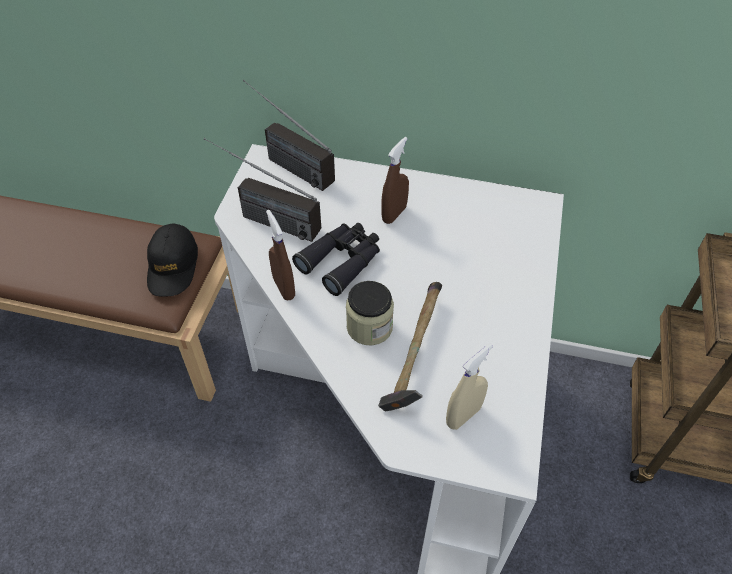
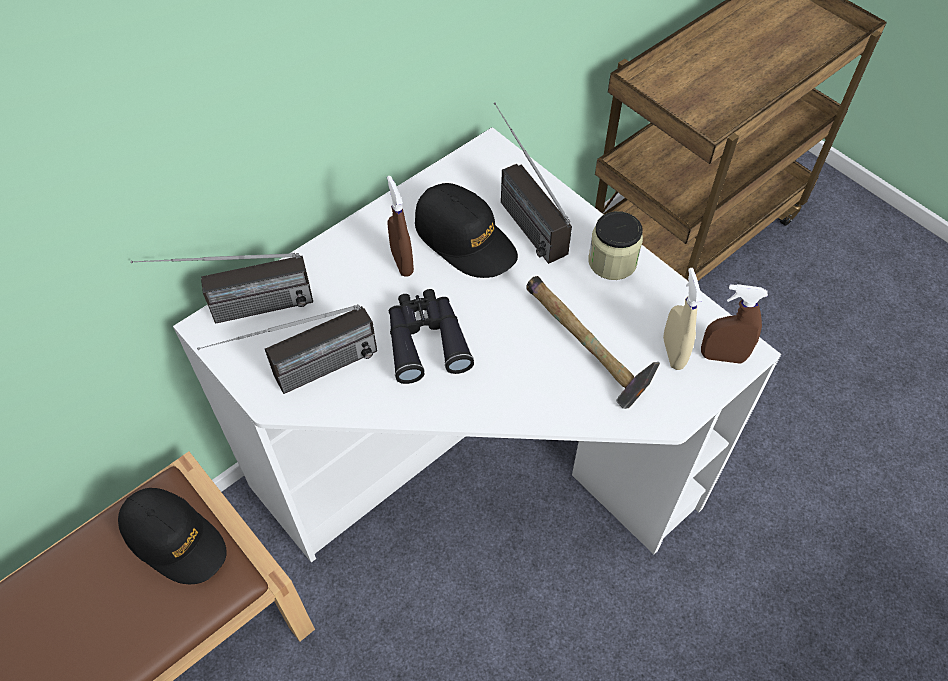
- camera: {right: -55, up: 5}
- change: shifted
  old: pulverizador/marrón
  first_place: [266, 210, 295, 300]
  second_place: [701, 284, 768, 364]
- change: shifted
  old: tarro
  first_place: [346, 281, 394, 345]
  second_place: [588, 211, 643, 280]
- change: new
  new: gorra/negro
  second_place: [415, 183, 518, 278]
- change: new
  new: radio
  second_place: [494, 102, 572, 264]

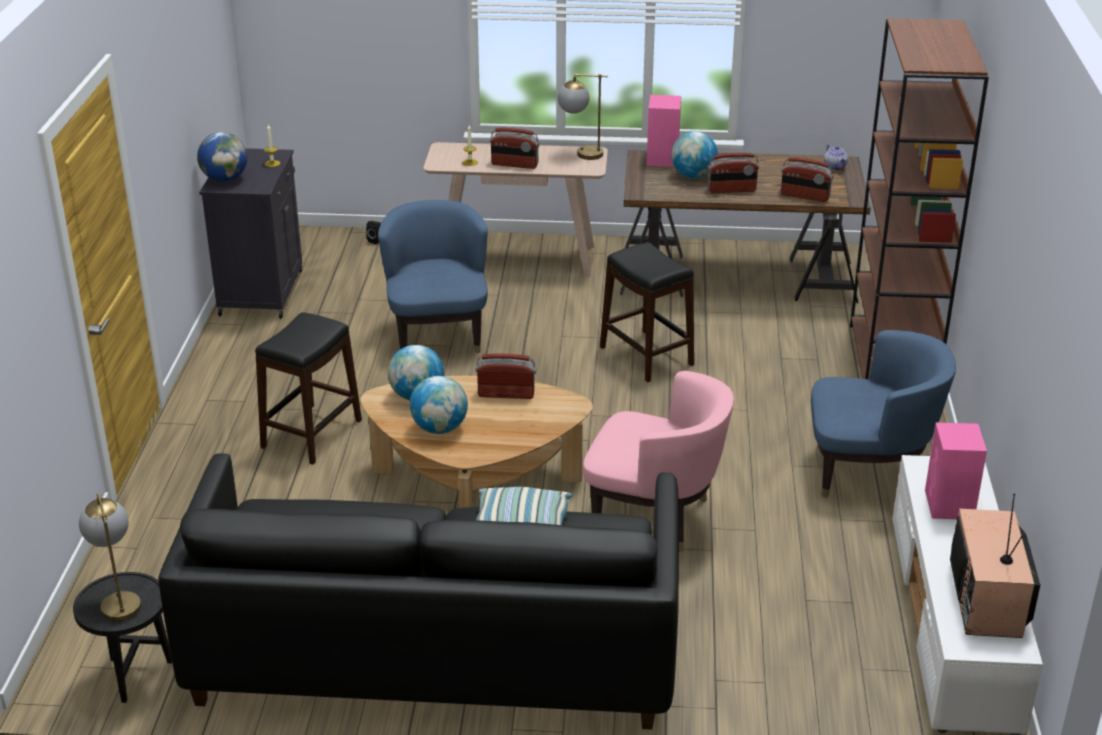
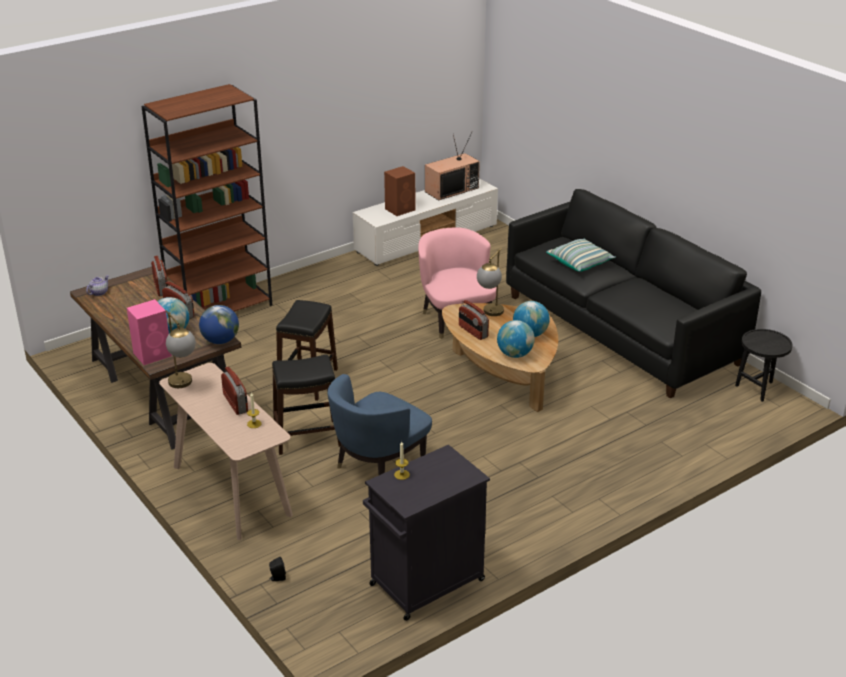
- camera: {right: -130, up: 0}
- change: shifted
  old: lámpara de mesa
  first_place: [79, 493, 141, 622]
  second_place: [477, 248, 504, 316]
- change: shifted
  old: globo terráqueo
  first_place: [197, 132, 247, 182]
  second_place: [199, 305, 239, 344]
- change: shifted
  old: taburete/negro
  first_place: [255, 312, 362, 465]
  second_place: [272, 355, 341, 455]
- change: gone
  old: sillón/azul
  first_place: [811, 330, 956, 498]
- change: repainted
  old: altavoz/rosa
  new: altavoz/marrón
  first_place: [925, 422, 987, 519]
  second_place: [384, 166, 415, 216]

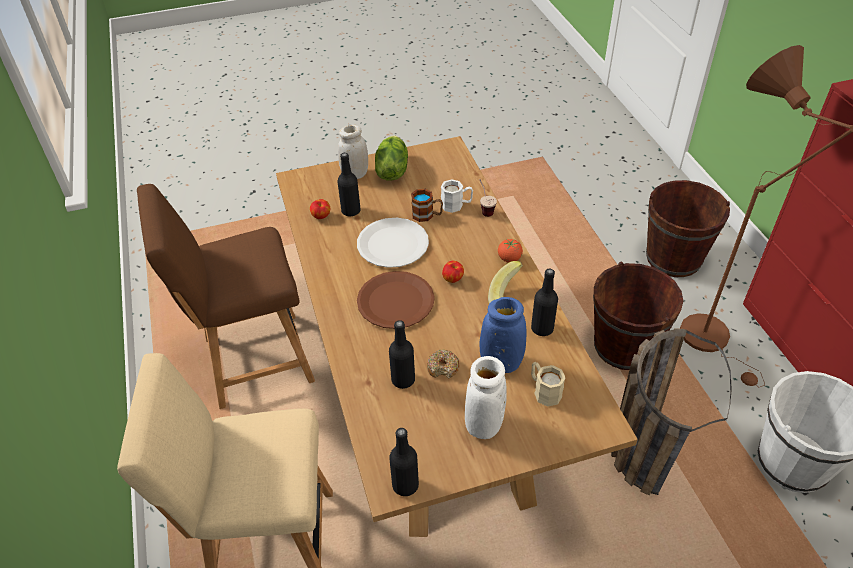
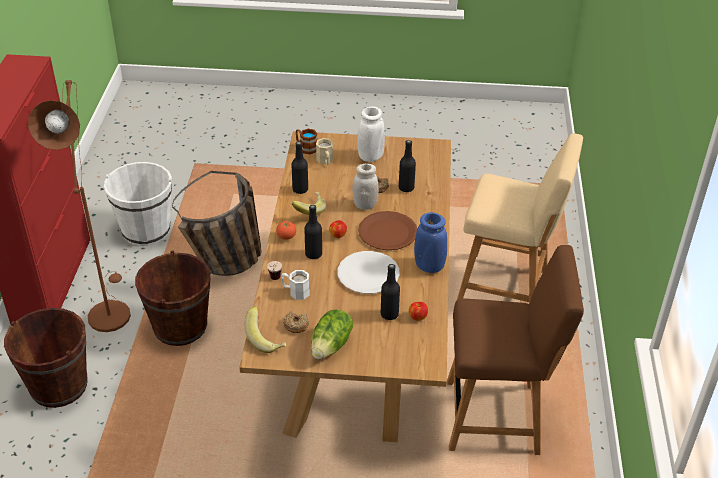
- camera: {right: -160, up: -5}
- change: shifted
  old: tarro/blanco
  first_place: [338, 125, 368, 179]
  second_place: [352, 164, 379, 210]
- change: shifted
  old: botella/negro
  first_place: [389, 428, 419, 496]
  second_place: [304, 205, 322, 259]
- change: shifted
  old: taza grande
  first_place: [411, 189, 443, 222]
  second_place: [296, 129, 317, 154]
- change: shifted
  old: florero/azul
  first_place: [480, 297, 526, 373]
  second_place: [414, 212, 447, 273]
- change: new
  new: plátano
  second_place: [245, 306, 286, 353]
- change: new
  new: rosquilla
  second_place: [283, 311, 309, 333]

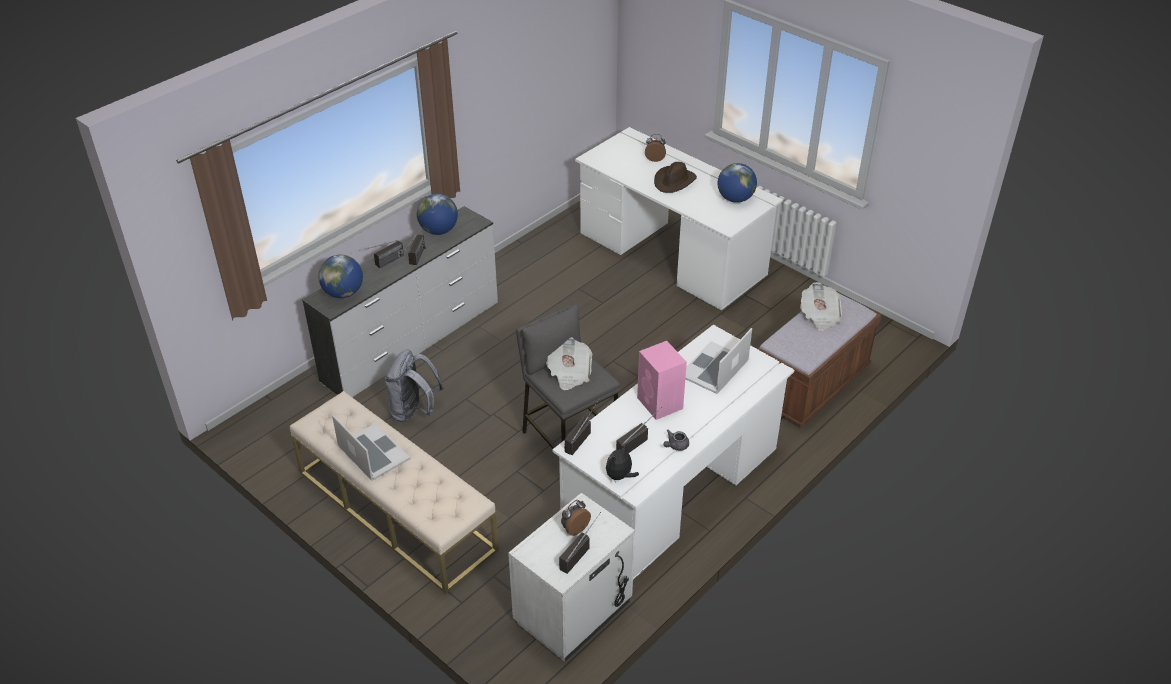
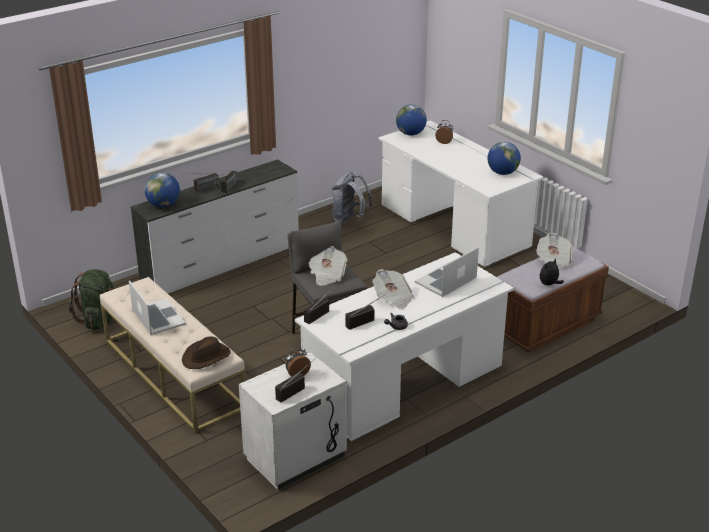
- camera: {right: 10, up: -10}
- change: shifted
  old: mochila/gris
  first_place: [384, 349, 444, 422]
  second_place: [332, 172, 373, 225]
- change: shifted
  old: globo terráqueo
  first_place: [417, 194, 458, 235]
  second_place: [396, 105, 427, 135]
- change: shifted
  old: peluche
  first_place: [606, 444, 639, 480]
  second_place: [539, 258, 564, 285]
- change: swapped
  old: altavoz/rosa
  new: periódico
  first_place: [637, 341, 687, 420]
  second_place: [372, 269, 414, 310]
- change: shifted
  old: sombrero/marrón
  first_place: [654, 162, 697, 193]
  second_place: [182, 336, 231, 369]
- change: new
  new: mochila/verde
  second_place: [69, 269, 114, 330]

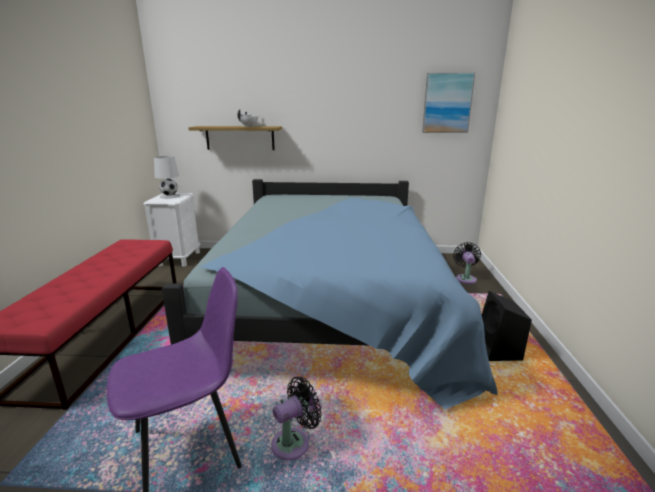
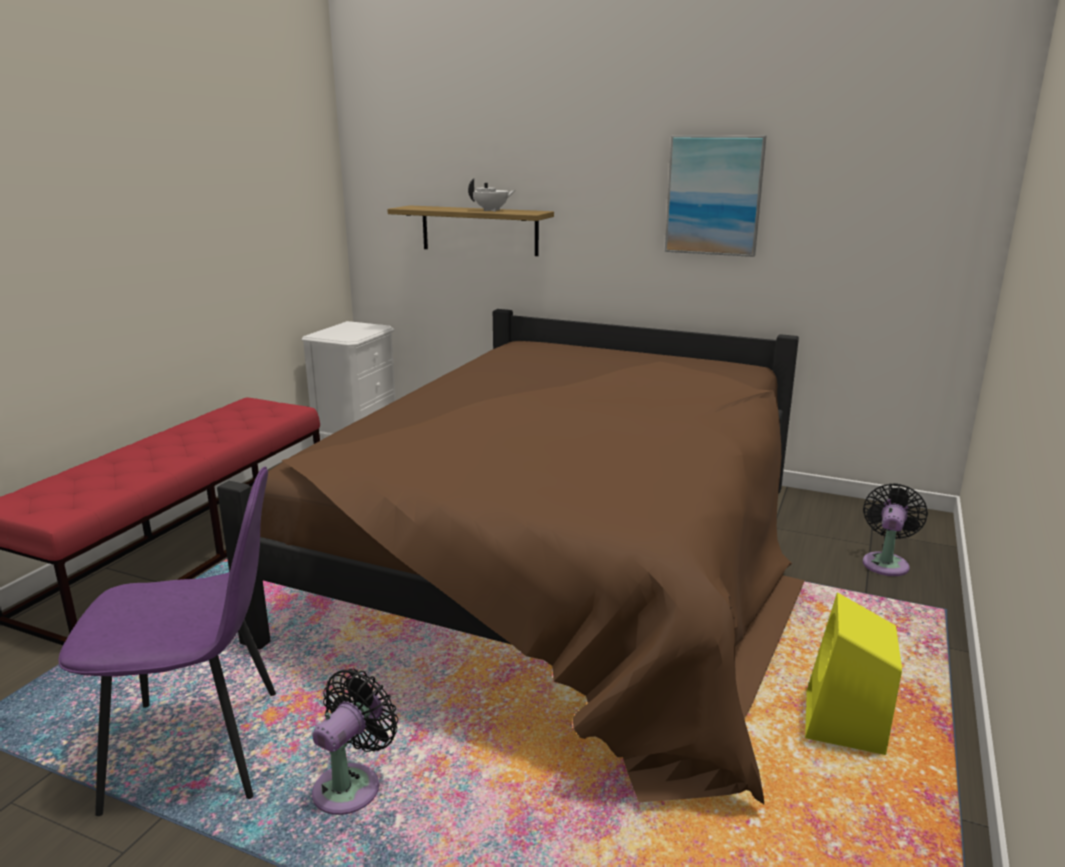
- camera: {right: 20, up: 0}
- change: gone
  old: lámpara de mesa/blanco
  first_place: [154, 156, 180, 199]
- change: repainted
  old: cama/azul
  new: cama/marrón
  first_place: [162, 179, 497, 409]
  second_place: [217, 309, 805, 804]
- change: rotated
  old: ventilador/negro
  first_place: [271, 376, 322, 460]
  second_place: [312, 669, 398, 815]
  degrees: -45
- change: shifted
  old: cuadro
  first_place: [422, 72, 475, 133]
  second_place: [665, 135, 767, 257]
- change: repainted
  old: altavoz/negro
  new: altavoz/amarillo
  first_place: [482, 291, 532, 361]
  second_place: [805, 592, 902, 755]

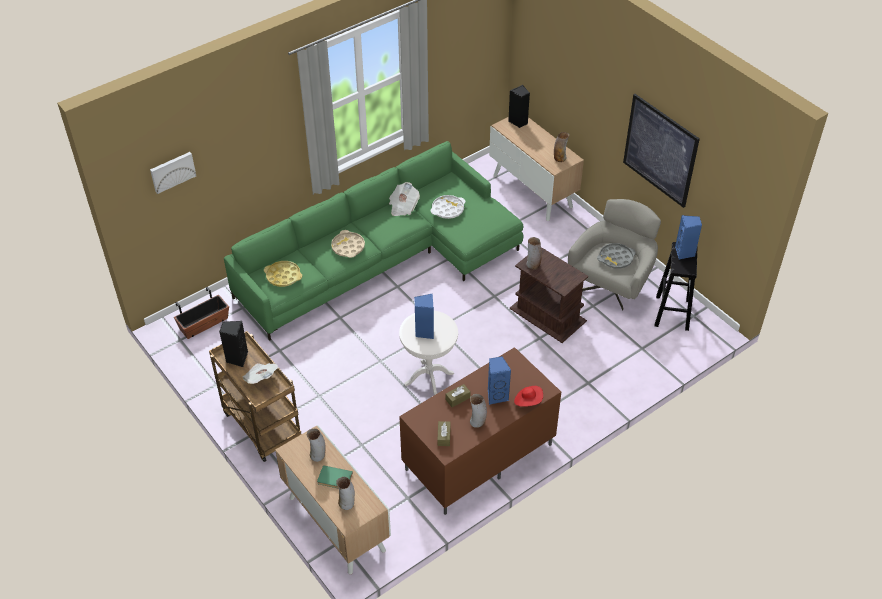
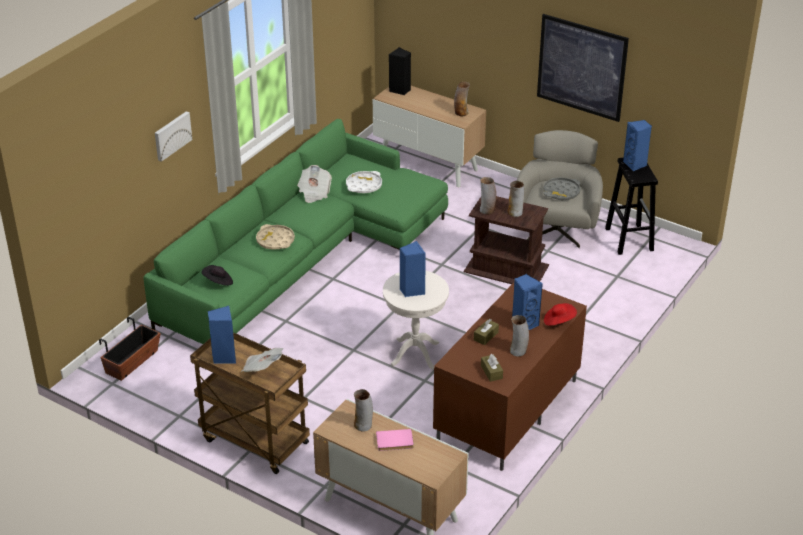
- camera: {right: -20, up: -10}
- change: shifted
  old: cuadro
  first_place: [150, 152, 196, 194]
  second_place: [155, 111, 192, 162]
- change: repainted
  old: altavoz/negro
  new: altavoz/azul
  first_place: [219, 321, 248, 367]
  second_place: [208, 306, 236, 364]
- change: swapped
  old: bandeja/amarillo
  new: sombrero/negro
  first_place: [264, 261, 302, 287]
  second_place: [201, 265, 233, 286]
- change: repainted
  old: libro/verde
  new: libro/rosa
  first_place: [317, 465, 353, 488]
  second_place: [376, 429, 414, 451]
- change: shifted
  old: florero
  first_place: [336, 477, 355, 510]
  second_place: [507, 181, 524, 217]

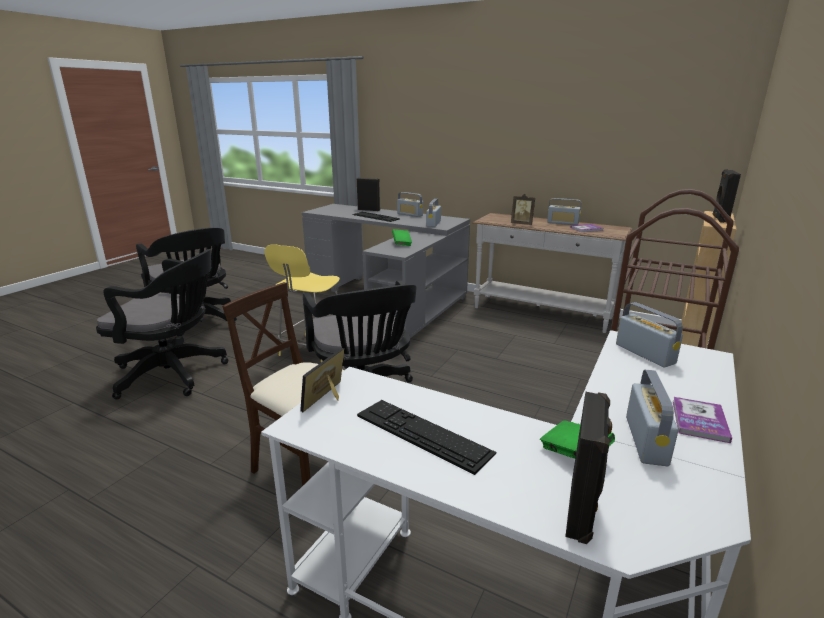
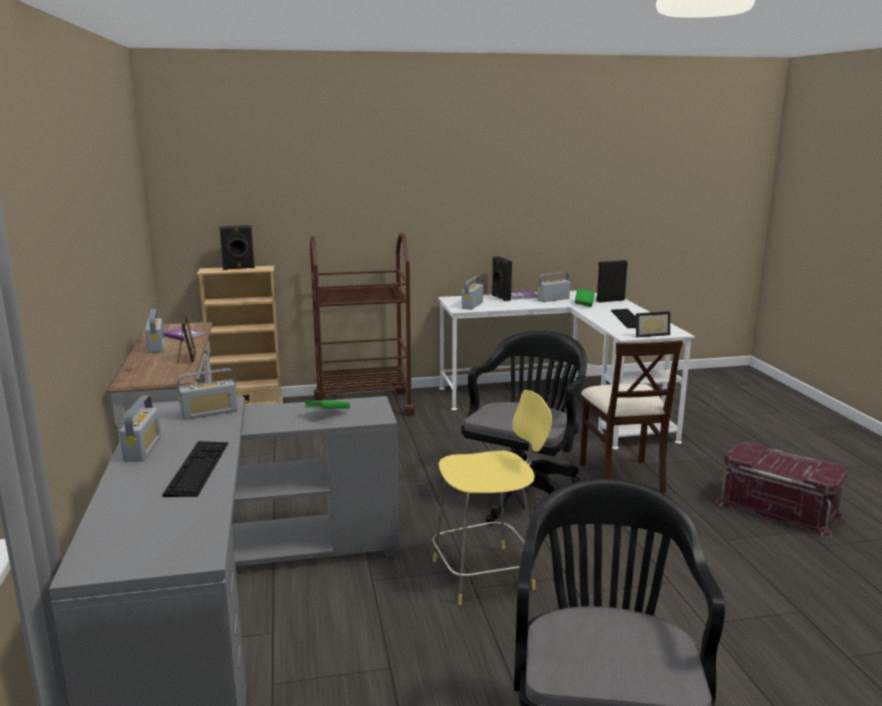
- camera: {right: -130, up: -5}
- change: gone
  old: silla de oficina/negro
  first_place: [96, 249, 228, 400]
- change: shifted
  old: altavoz/negro
  first_place: [357, 178, 380, 211]
  second_place: [492, 257, 512, 301]
- change: new
  new: caja de almacenaje/rojo
  second_place: [716, 442, 848, 538]

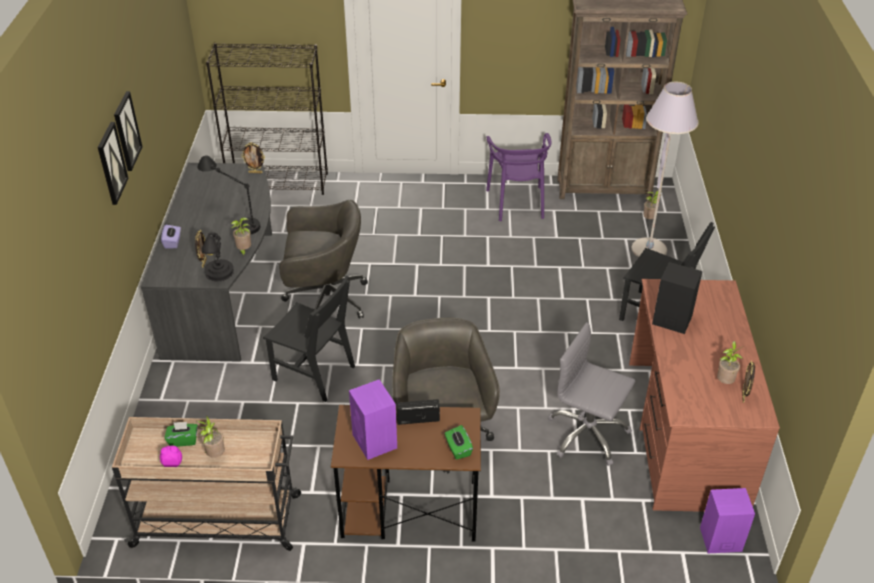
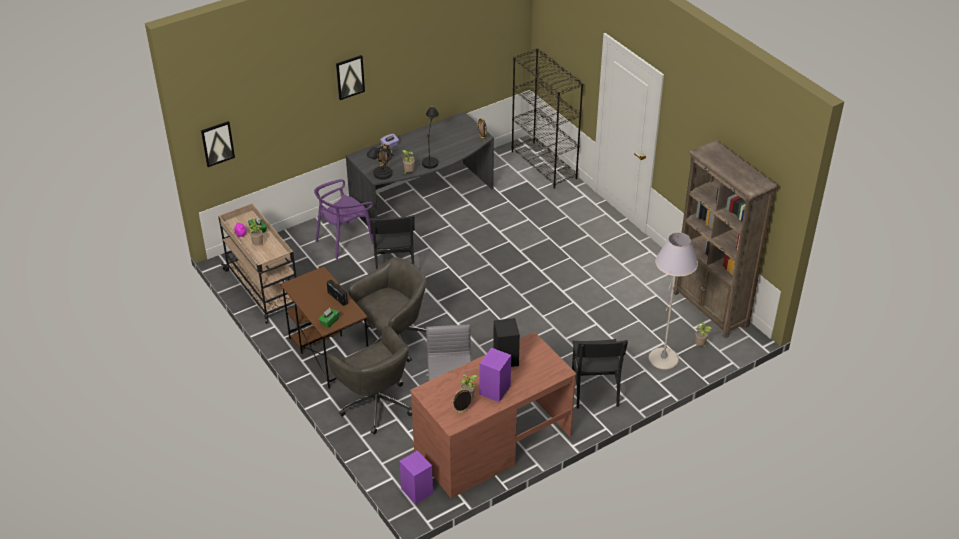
- camera: {right: 55, up: 0}
- change: shifted
  old: cuadro
  first_place: [114, 91, 143, 171]
  second_place: [201, 121, 235, 167]
- change: shifted
  old: silla de oficina/gris
  first_place: [279, 200, 368, 319]
  second_place: [327, 326, 412, 434]
- change: shifted
  old: altavoz/morado
  first_place: [349, 379, 397, 460]
  second_place: [480, 348, 511, 402]
- change: shifted
  old: silla/morado
  first_place: [486, 133, 552, 221]
  second_place: [314, 179, 374, 259]

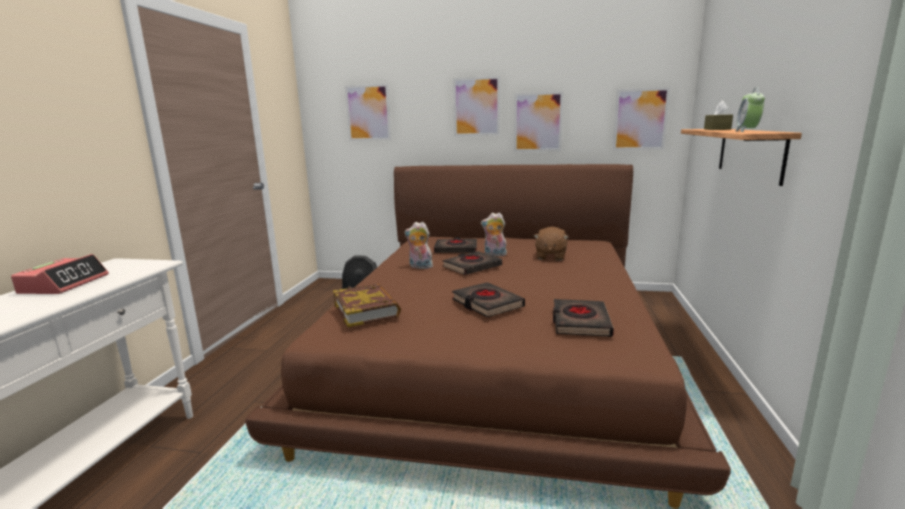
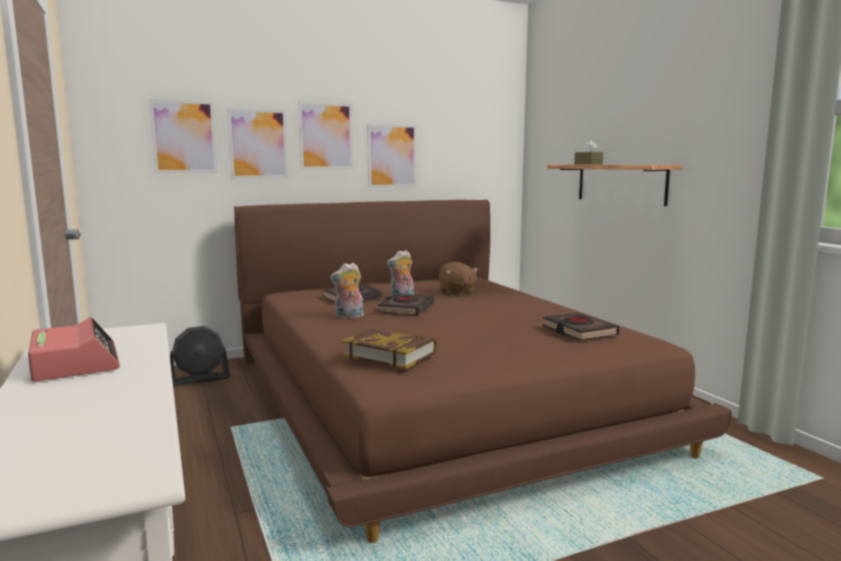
- camera: {right: -35, up: -5}
- change: gone
  old: libro/negro
  first_place: [452, 282, 525, 317]
- change: shifted
  old: cuadro
  first_place: [613, 87, 670, 150]
  second_place: [227, 108, 289, 179]
- change: gone
  old: despertador
  first_place: [735, 87, 765, 132]

